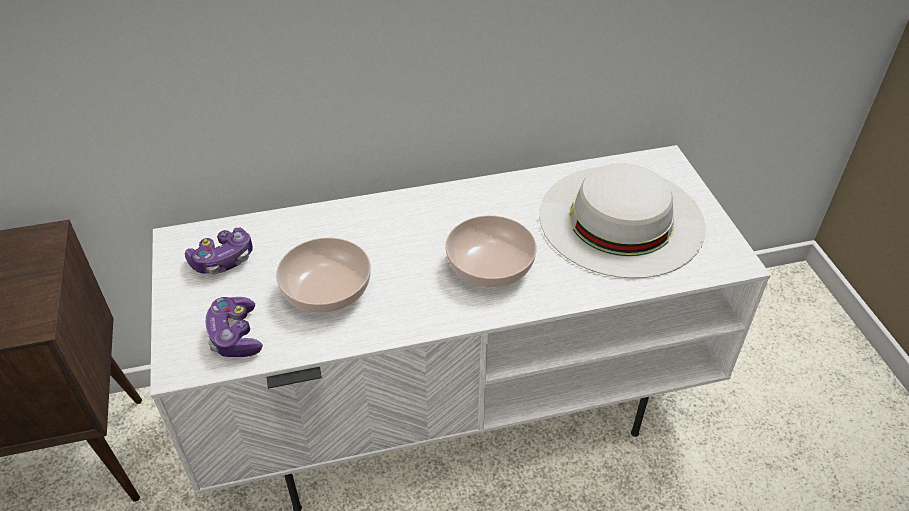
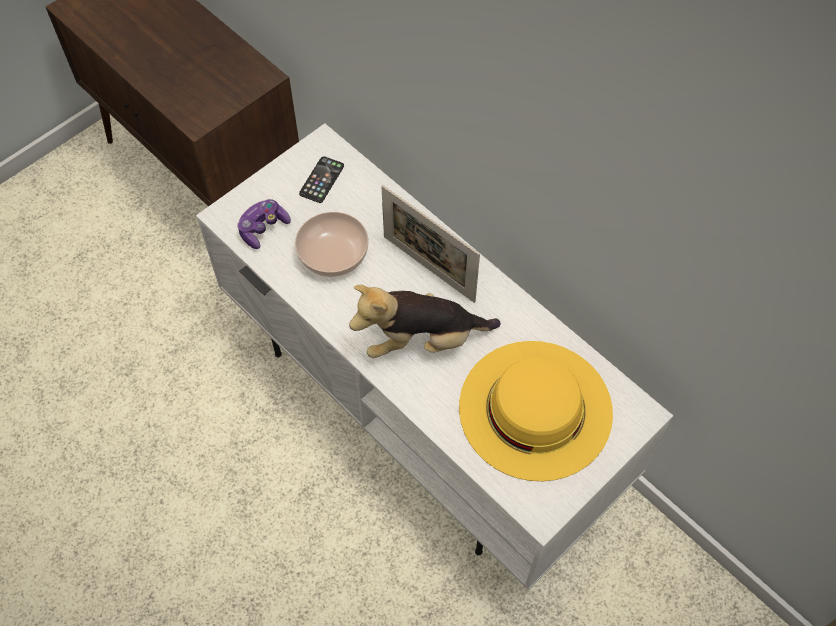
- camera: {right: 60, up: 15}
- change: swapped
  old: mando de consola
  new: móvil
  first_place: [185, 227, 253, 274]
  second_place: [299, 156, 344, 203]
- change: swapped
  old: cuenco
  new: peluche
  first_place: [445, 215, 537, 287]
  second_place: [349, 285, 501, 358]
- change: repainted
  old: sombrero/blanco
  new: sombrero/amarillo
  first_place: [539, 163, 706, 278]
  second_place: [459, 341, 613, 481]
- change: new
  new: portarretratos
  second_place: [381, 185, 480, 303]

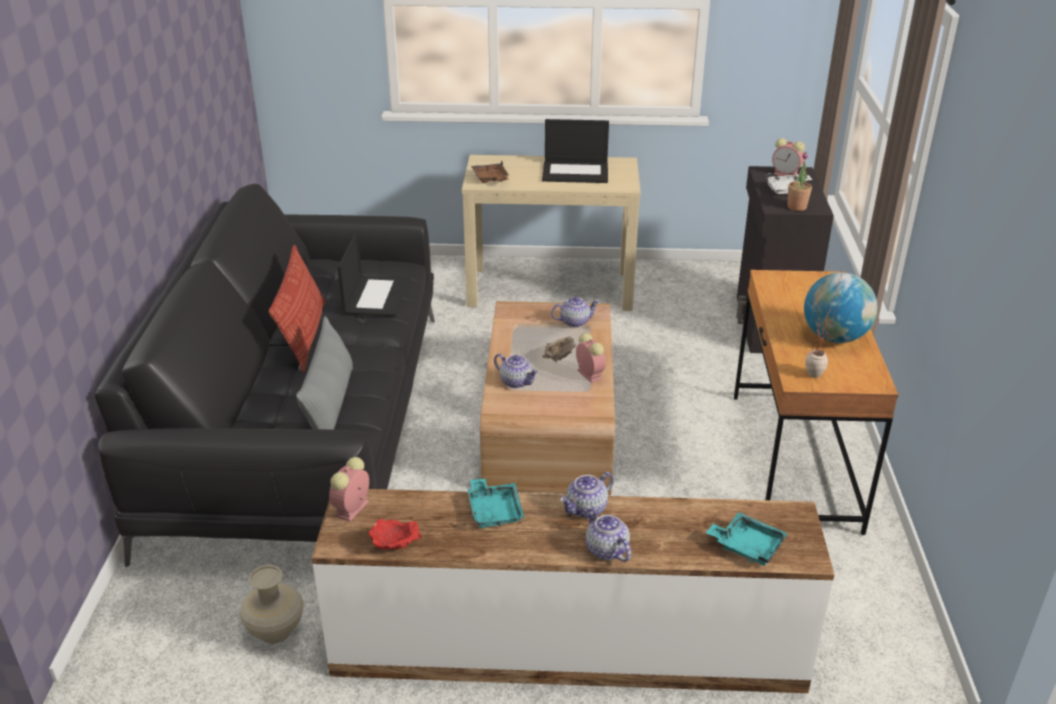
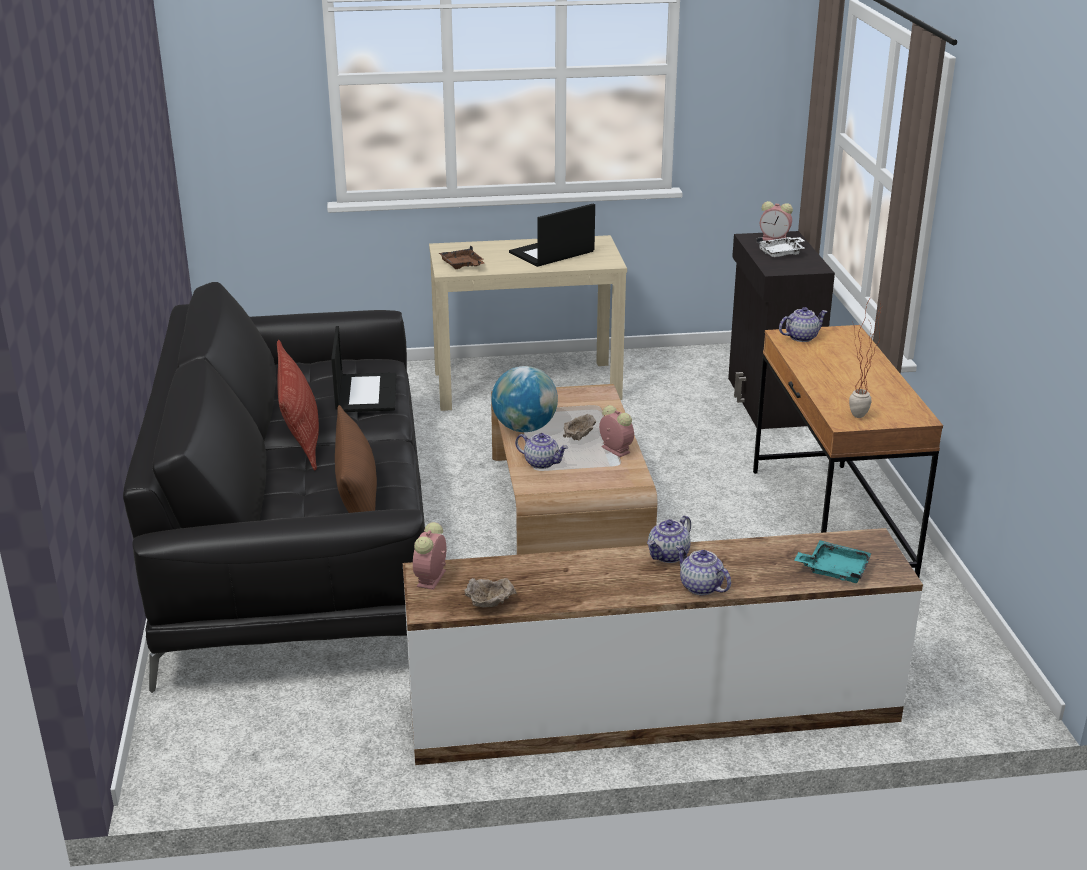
- camera: {right: -10, up: -5}
- change: gone
  old: florero/beis
  first_place: [239, 565, 304, 644]
- change: repainted
  old: cojín/gris
  new: cojín/marrón
  first_place: [296, 316, 353, 430]
  second_place: [335, 405, 377, 513]
- change: repainted
  old: cuenco/rojo
  new: cuenco/beis
  first_place: [369, 519, 421, 550]
  second_place: [464, 578, 517, 607]
- change: gone
  old: bandeja/turquesa
  first_place: [468, 478, 524, 528]
- change: rotated
  old: portátil
  first_place: [542, 119, 609, 183]
  second_place: [509, 203, 595, 267]
  degrees: 150
- change: shifted
  old: tetera
  first_place: [551, 296, 600, 328]
  second_place: [779, 307, 828, 342]
- change: gone
  old: planta en maceta
  first_place: [787, 152, 812, 211]
- change: shifted
  old: globo terráqueo
  first_place: [804, 272, 877, 343]
  second_place: [492, 366, 558, 432]

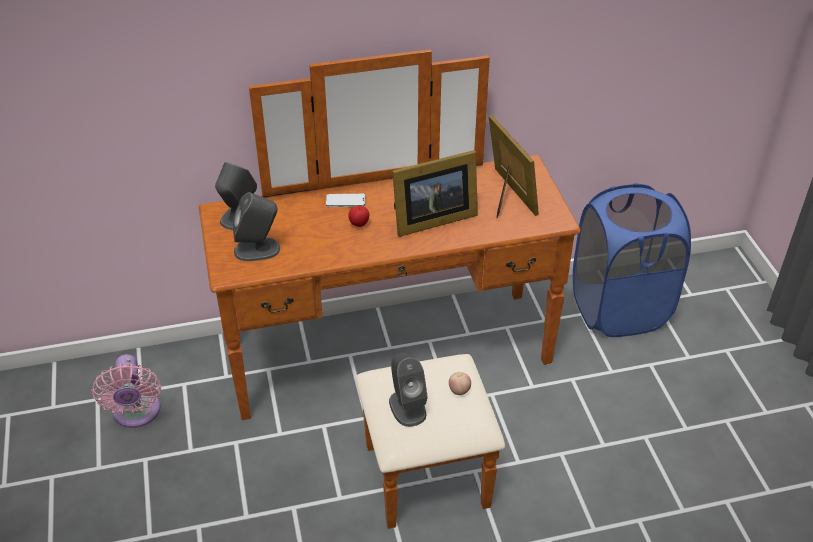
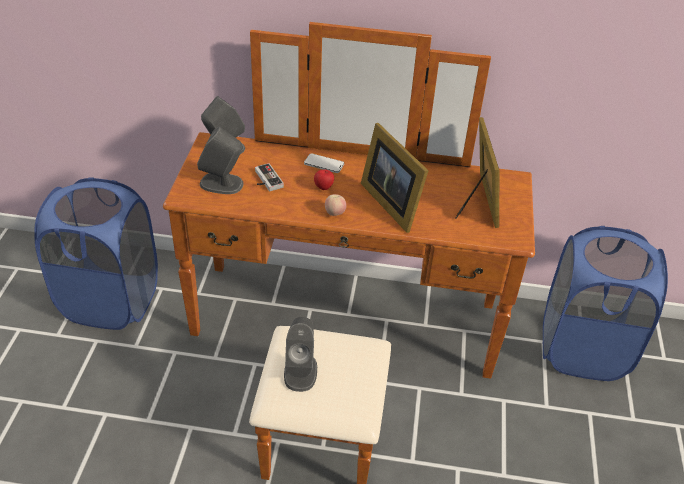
- camera: {right: 20, up: 0}
- change: swapped
  old: ventilador/rosa
  new: cesto de la ropa/azul
  first_place: [92, 354, 161, 428]
  second_place: [34, 177, 158, 330]
- change: rotated
  old: portarretratos
  first_place: [392, 150, 478, 237]
  second_place: [361, 123, 429, 233]
  degrees: 60
- change: shifted
  old: manzana
  first_place: [449, 372, 471, 395]
  second_place: [325, 194, 346, 216]
- change: new
  new: mando de consola
  second_place: [255, 163, 284, 191]

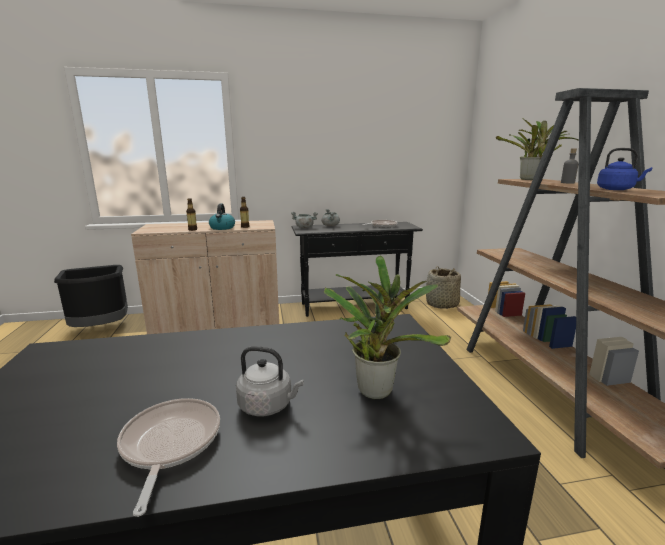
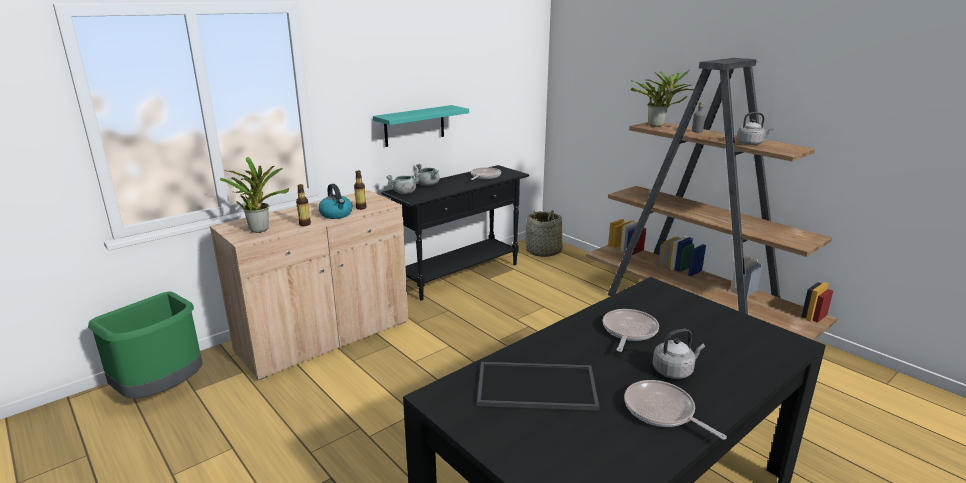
- camera: {right: -30, up: 5}
- change: repainted
  old: papelera/negro
  new: papelera/verde
  first_place: [54, 265, 128, 327]
  second_place: [88, 292, 203, 399]
- change: shifted
  old: planta en maceta
  first_place: [324, 256, 451, 399]
  second_place: [220, 157, 289, 233]
- change: repainted
  old: hervidor/azul
  new: hervidor/gris
  first_place: [597, 148, 652, 190]
  second_place: [736, 112, 774, 145]
- change: new
  new: estante/turquesa
  second_place: [373, 105, 469, 147]
- change: new
  new: bandeja
  second_place: [477, 362, 599, 411]
- change: new
  new: sartén
  second_place: [603, 309, 659, 352]

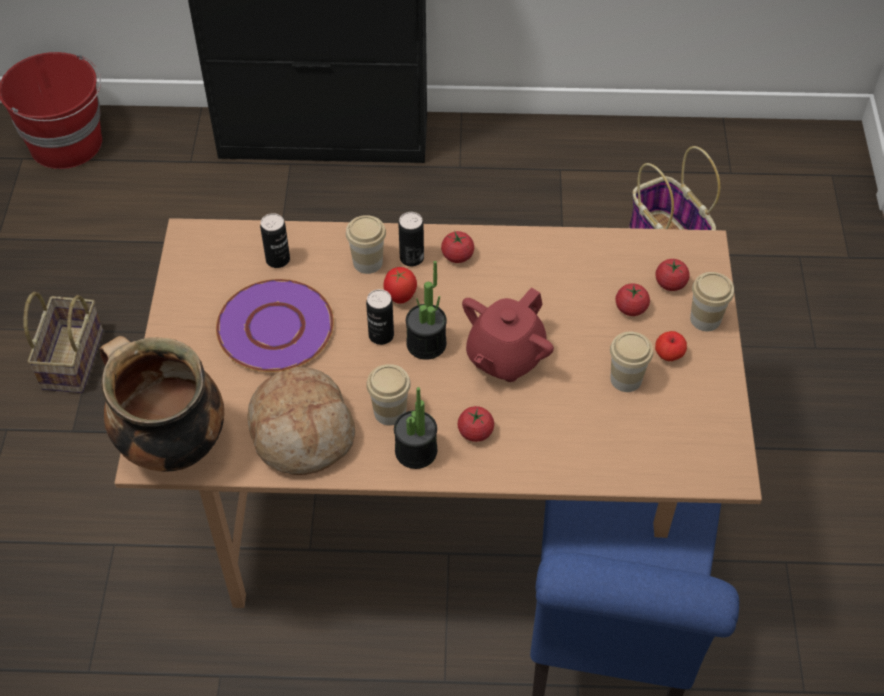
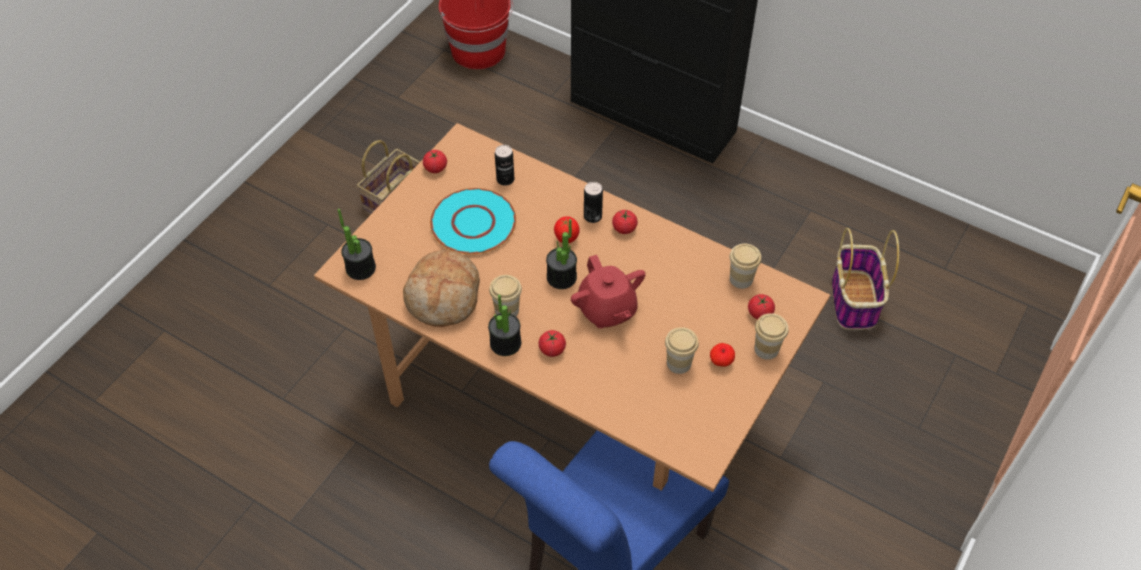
- camera: {right: 30, up: 0}
- change: swapped
  old: olla
  new: planta en maceta
  first_place: [100, 336, 224, 472]
  second_place: [338, 209, 376, 280]
- change: repainted
  old: plato/morado
  new: plato/turquesa
  first_place: [216, 279, 334, 372]
  second_place: [430, 188, 516, 254]
- change: shifted
  old: taza
  first_place: [346, 215, 386, 274]
  second_place: [729, 244, 761, 289]
- change: gone
  old: lata
  first_place: [366, 289, 394, 345]
- change: rotated
  old: tetera/rojo
  first_place: [462, 287, 554, 382]
  second_place: [571, 255, 646, 328]
  degrees: -90
- change: shifted
  old: tomate
  first_place: [615, 283, 650, 316]
  second_place: [423, 150, 447, 173]

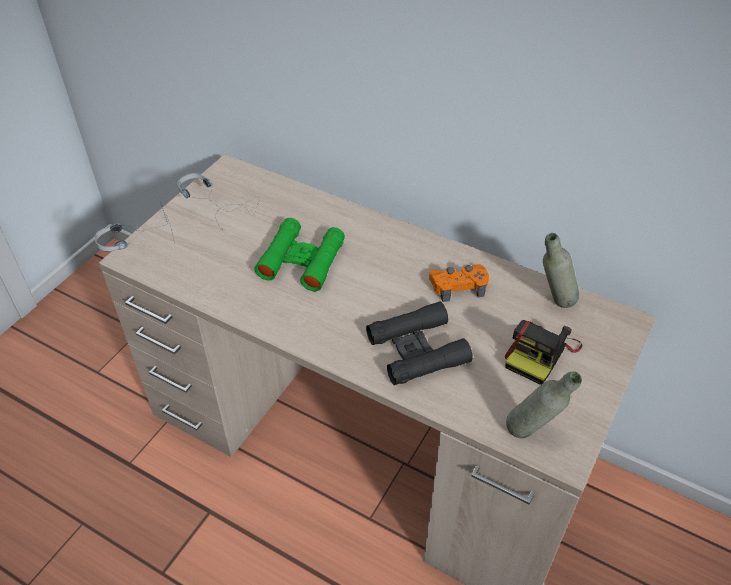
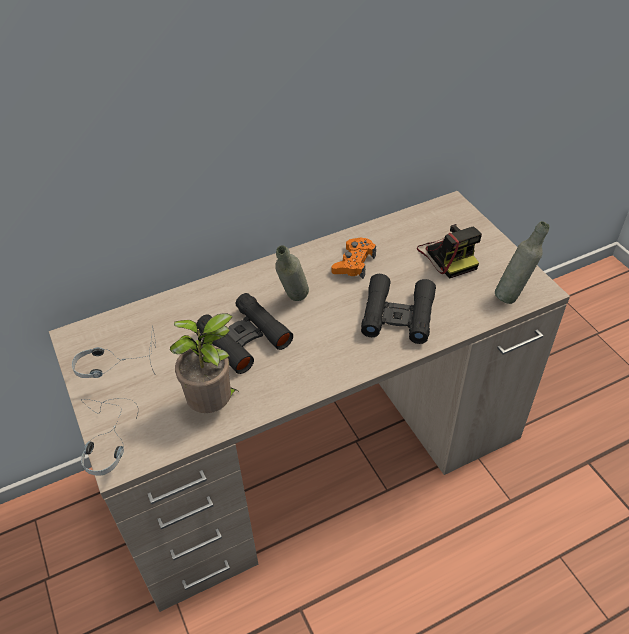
- camera: {right: -55, up: 0}
- change: repainted
  old: prismáticos/verde
  new: prismáticos/negro
  first_place: [255, 218, 345, 291]
  second_place: [196, 293, 293, 374]
- change: shifted
  old: botella/gris
  first_place: [543, 233, 579, 308]
  second_place: [275, 245, 309, 301]
- change: new
  new: planta en maceta
  second_place: [170, 313, 240, 413]

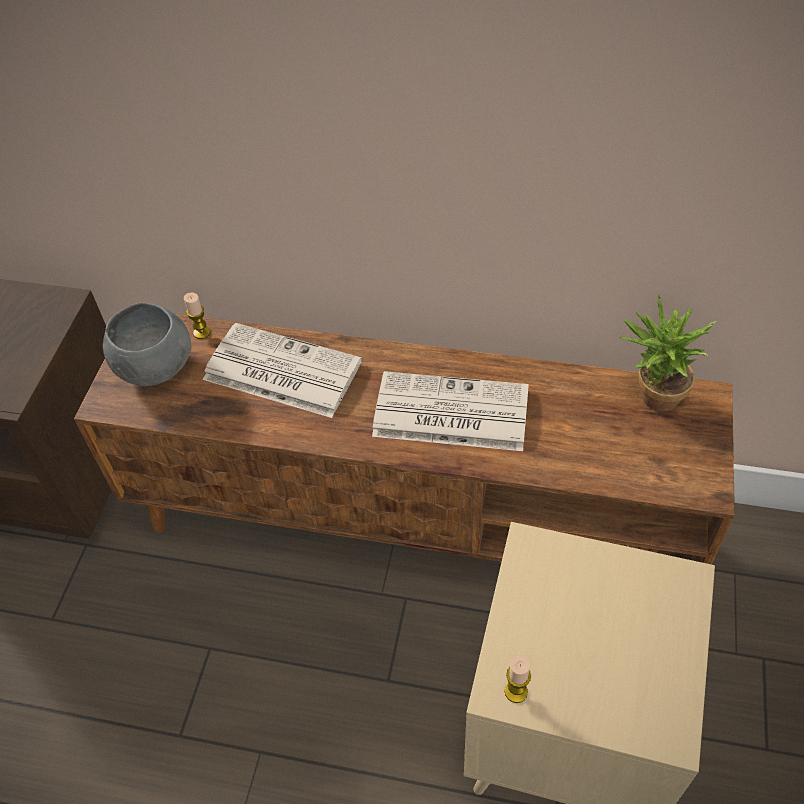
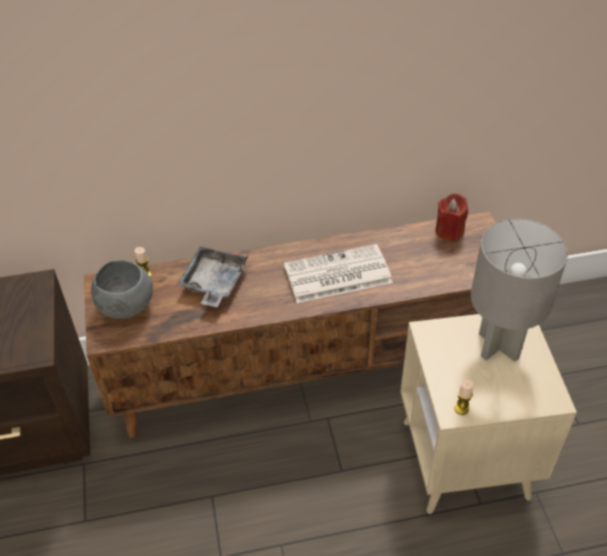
- camera: {right: -25, up: -5}
- change: swapped
  old: periódico
  new: bandeja/gris
  first_place: [203, 323, 362, 418]
  second_place: [177, 247, 248, 307]
- change: swapped
  old: planta en maceta
  new: vela/rojo
  first_place: [620, 295, 717, 411]
  second_place: [435, 194, 468, 241]
- change: new
  new: lámpara de mesa/gris
  second_place: [471, 218, 568, 362]

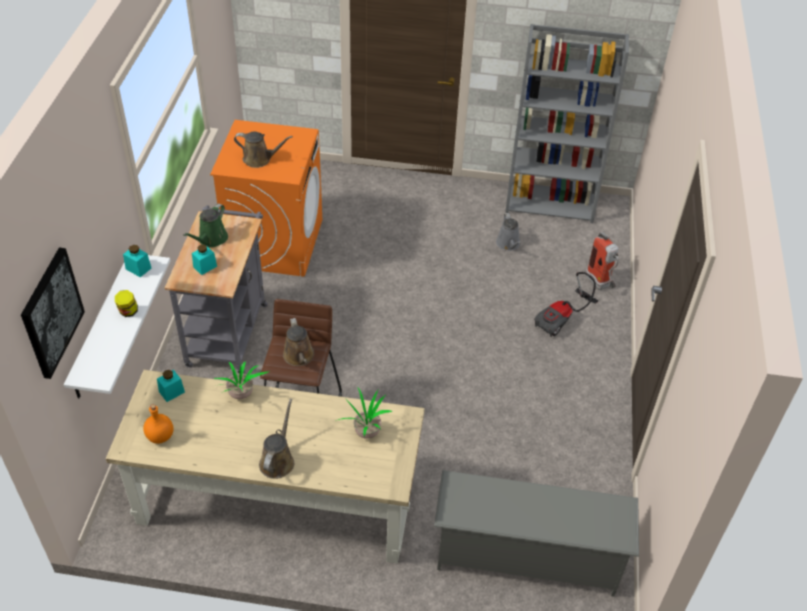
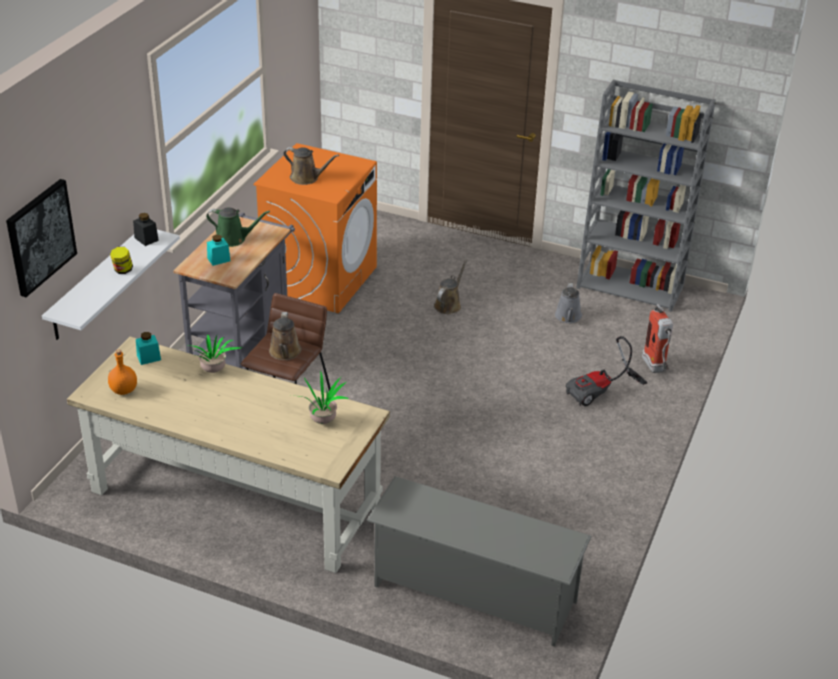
- camera: {right: 15, up: -10}
- change: repainted
  old: tarro/turquesa
  new: tarro/negro
  first_place: [123, 245, 151, 277]
  second_place: [133, 213, 159, 246]
- change: rotated
  old: regadera/verde
  first_place: [183, 204, 228, 247]
  second_place: [206, 207, 270, 247]
  degrees: -120
- change: shifted
  old: regadera/marrón
  first_place: [259, 399, 294, 479]
  second_place: [434, 260, 468, 314]

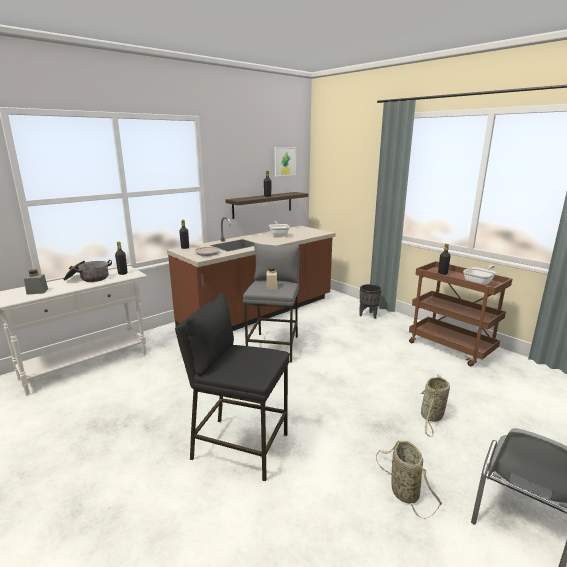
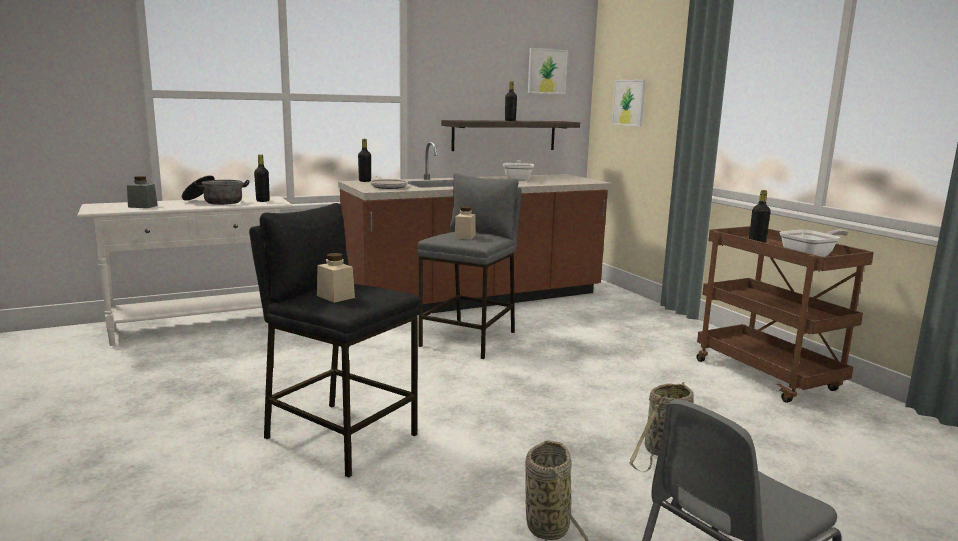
- camera: {right: 15, up: -5}
- change: gone
  old: maceta/negro
  first_place: [359, 284, 382, 319]
- change: new
  new: tarro/beis
  second_place: [317, 253, 355, 303]
- change: new
  new: cuadro
  second_place: [612, 79, 646, 127]

